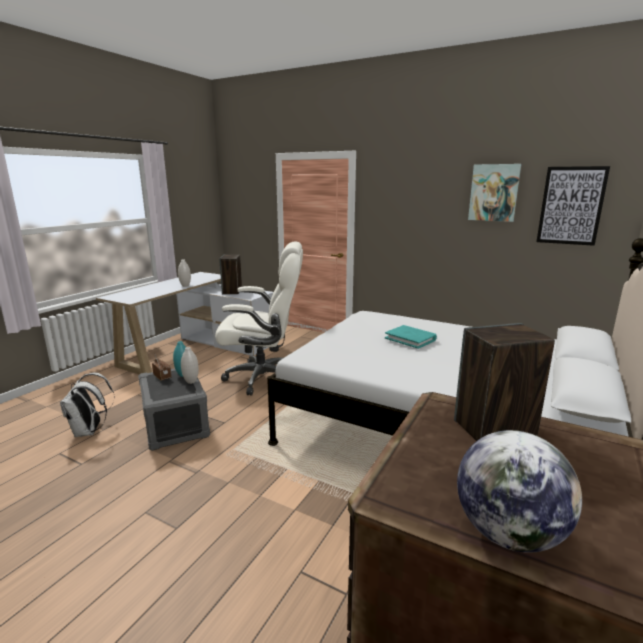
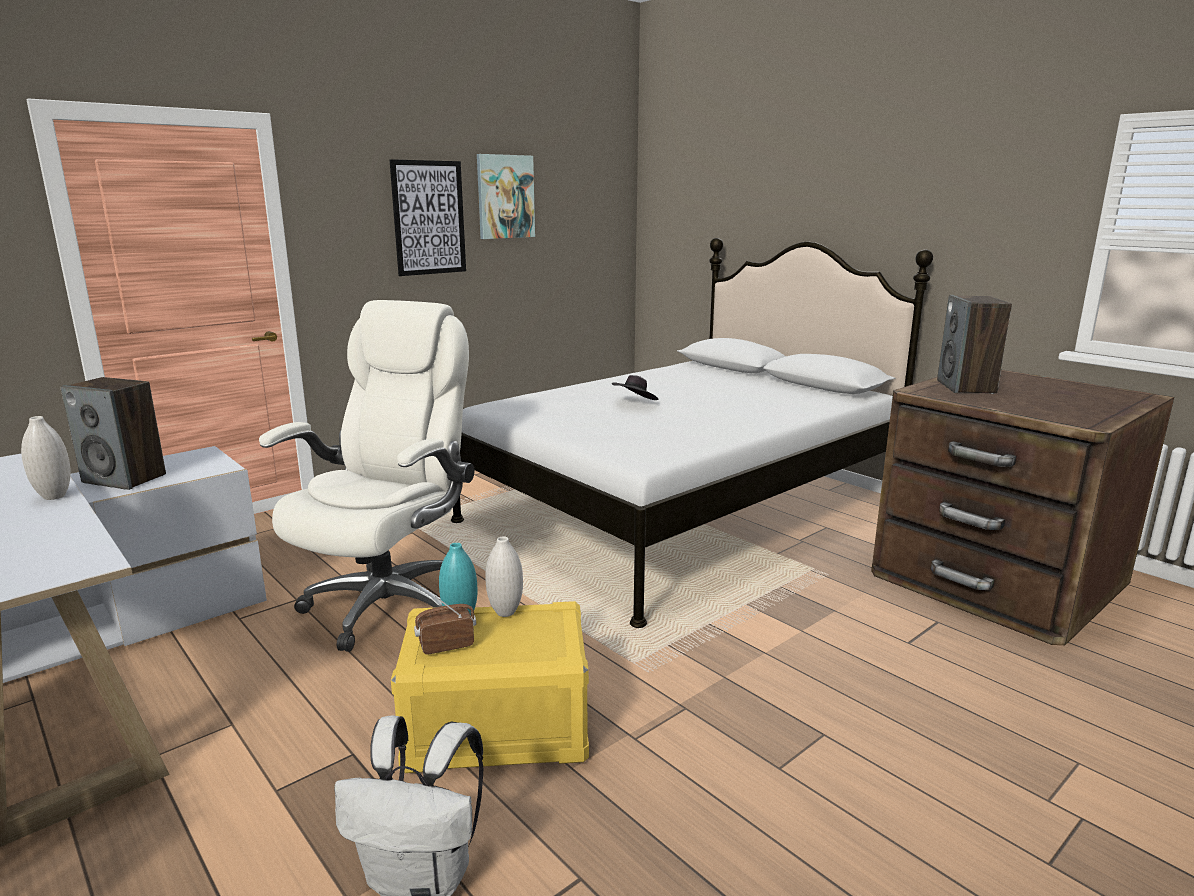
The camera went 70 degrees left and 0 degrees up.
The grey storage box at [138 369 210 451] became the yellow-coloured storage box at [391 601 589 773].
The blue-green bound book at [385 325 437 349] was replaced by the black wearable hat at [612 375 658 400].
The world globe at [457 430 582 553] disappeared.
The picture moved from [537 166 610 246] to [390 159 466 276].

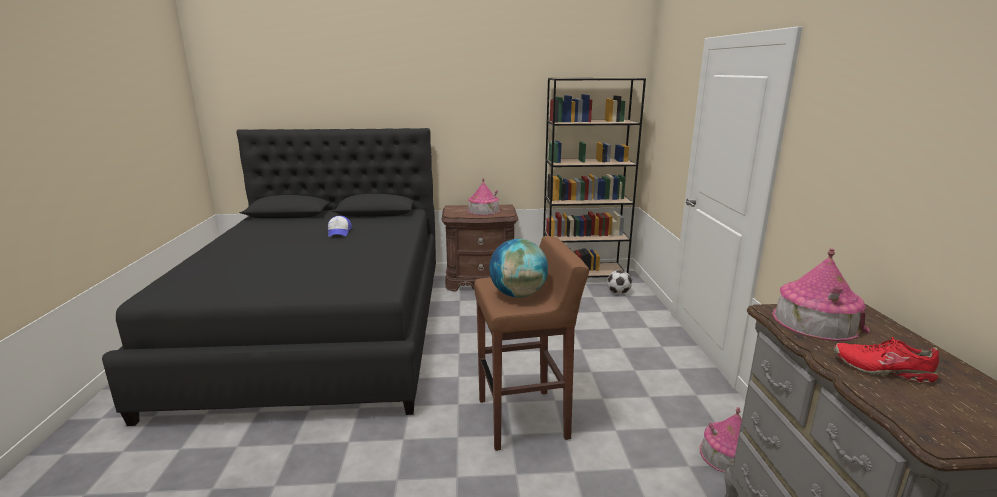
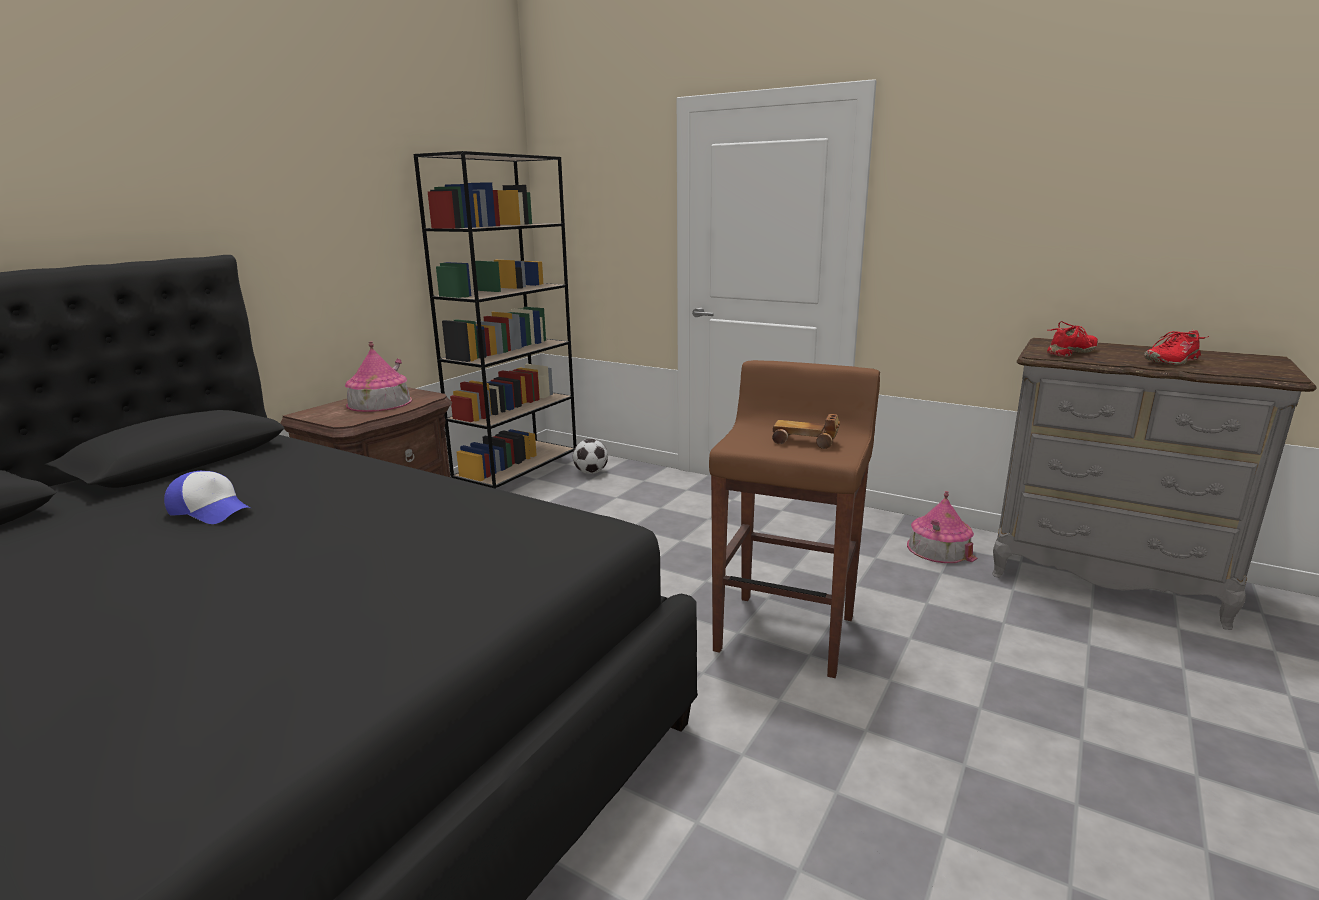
The camera went 55 degrees left and 0 degrees up.
The world globe at [489 239 548 298] was replaced by the model car at [772 414 840 449].
The model house at [772 248 870 341] was replaced by the red shoe at [1047 321 1098 357].

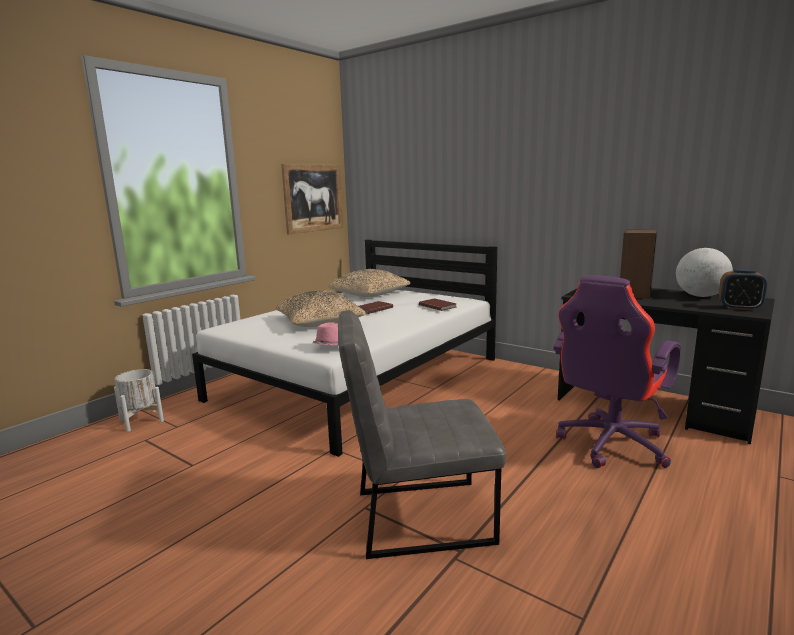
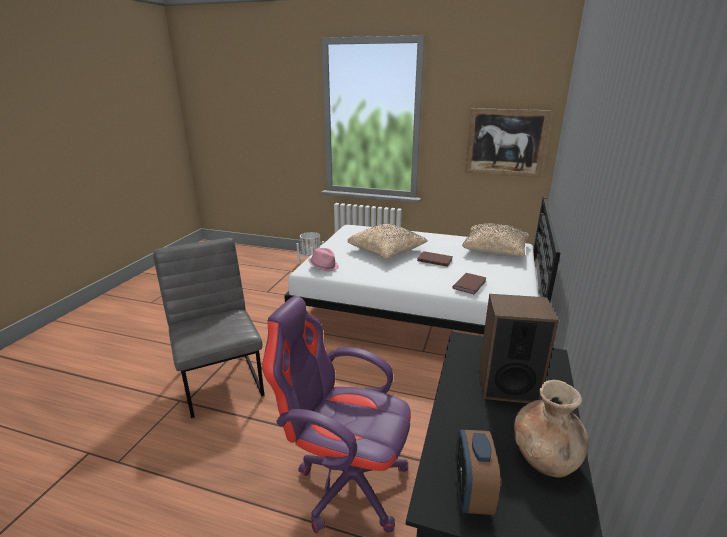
The camera went 70 degrees right and 10 degrees up.
The world globe at [676 248 733 297] was replaced by the brownish decorative vase at [514 380 589 478].

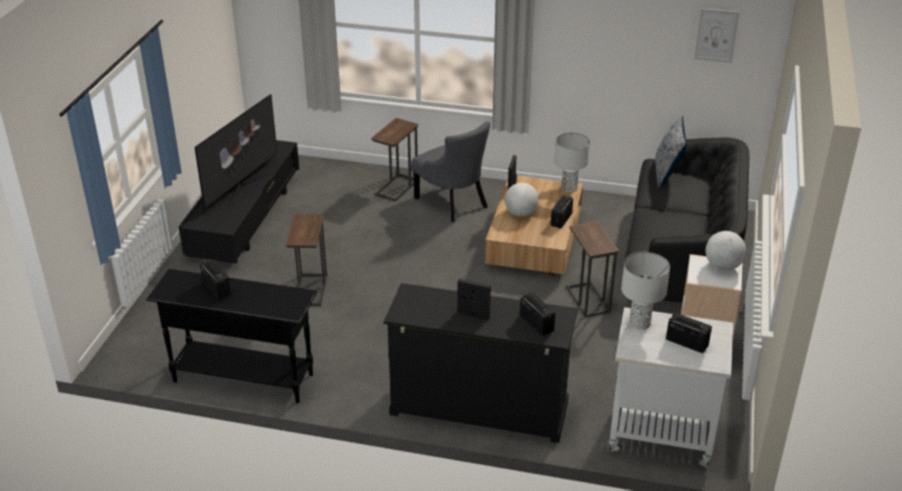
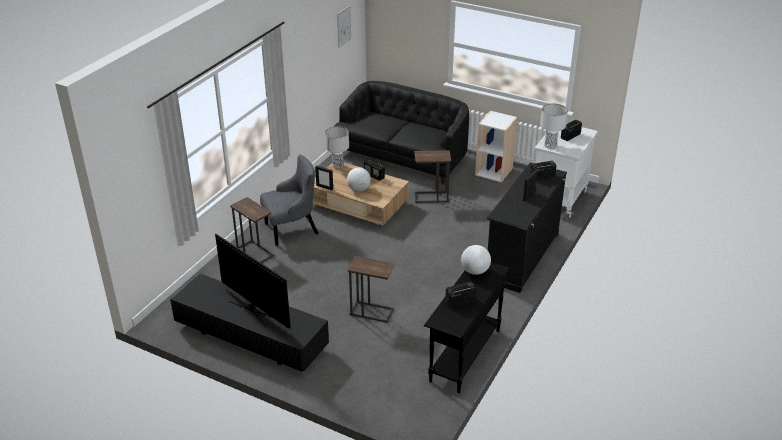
The camera went 75 degrees left and 0 degrees up.
The pillow at [655 115 686 188] disappeared.
The world globe moved from [706 231 746 271] to [461 245 491 275].

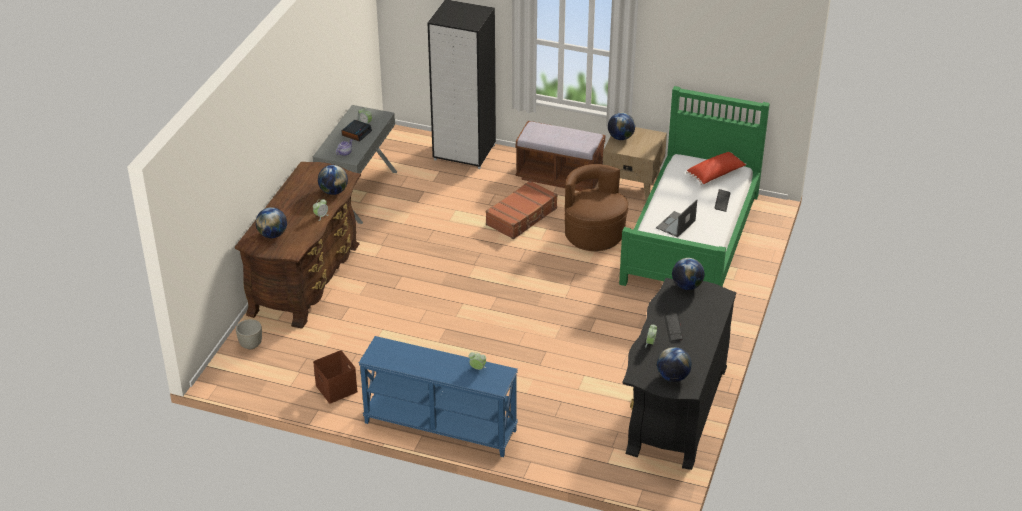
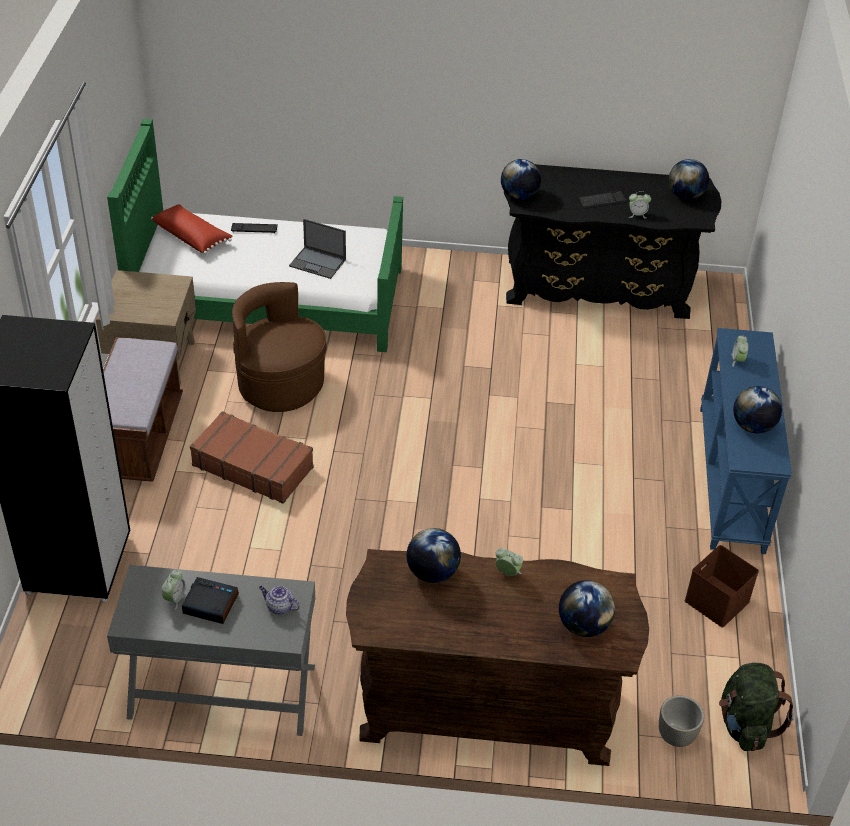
The camera went 105 degrees left and 5 degrees up.
The brownish easy chair at [565 164 628 251] turned 75 degrees clockwise.
The world globe moved from [608 113 635 140] to [733 386 782 434].
The green-coloured knapsack at [719 663 794 751] appeared.

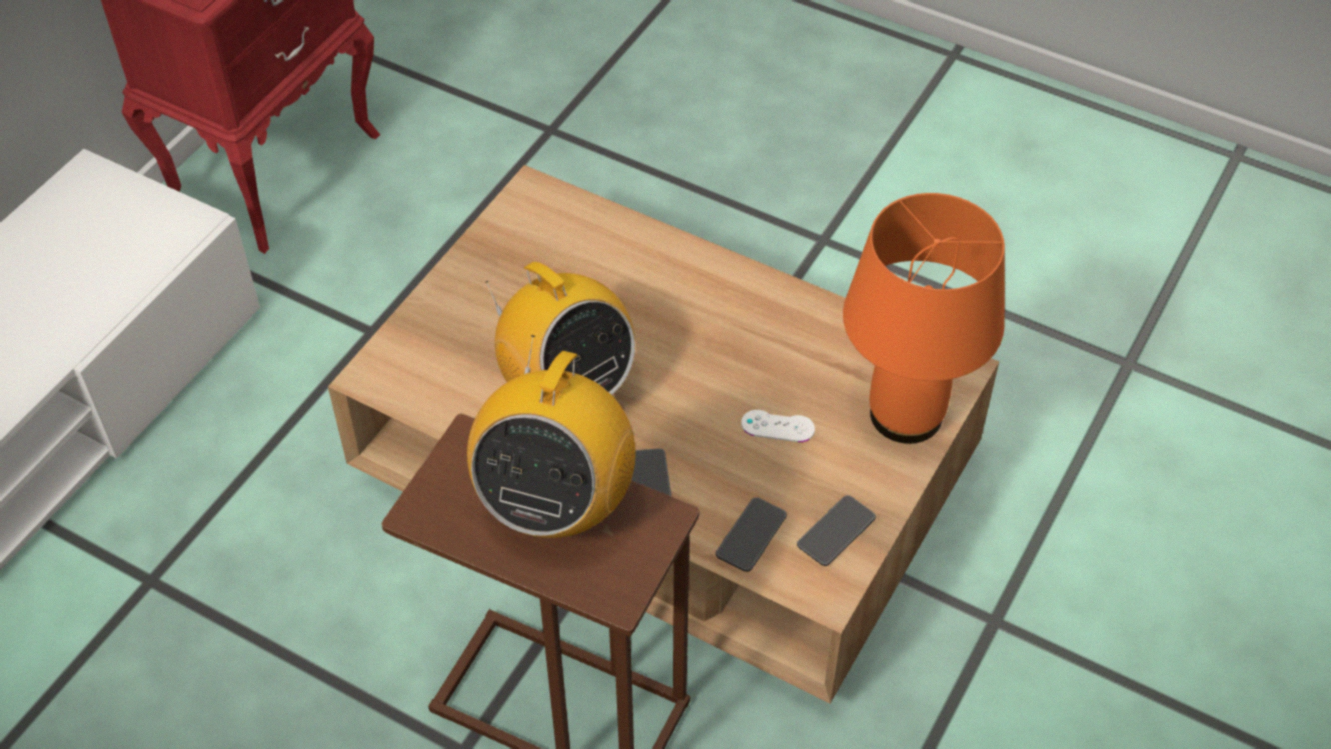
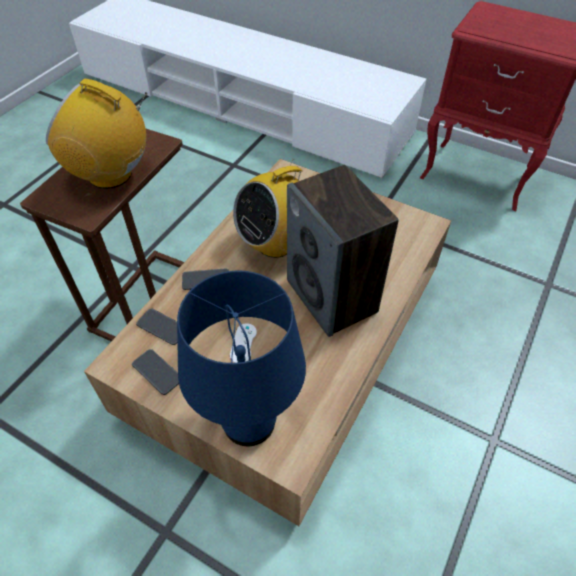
The camera went 90 degrees right and 0 degrees up.
The orange-coloured tabletop lamp at [843 193 1005 444] became the blue-coloured tabletop lamp at [177 270 306 446].
The loudspeaker at [287 165 399 337] appeared.

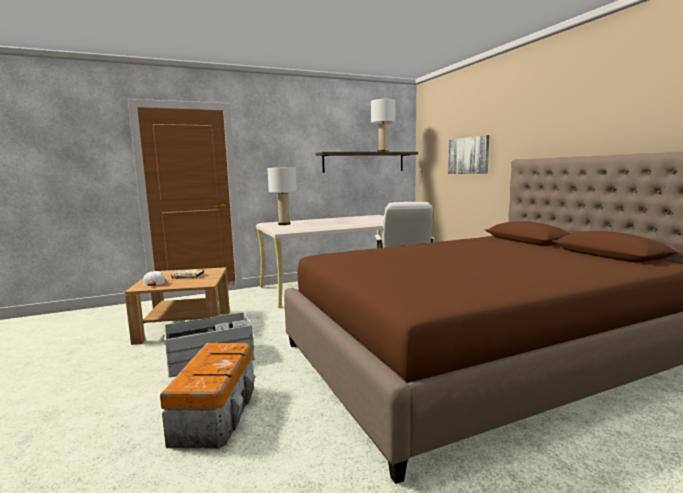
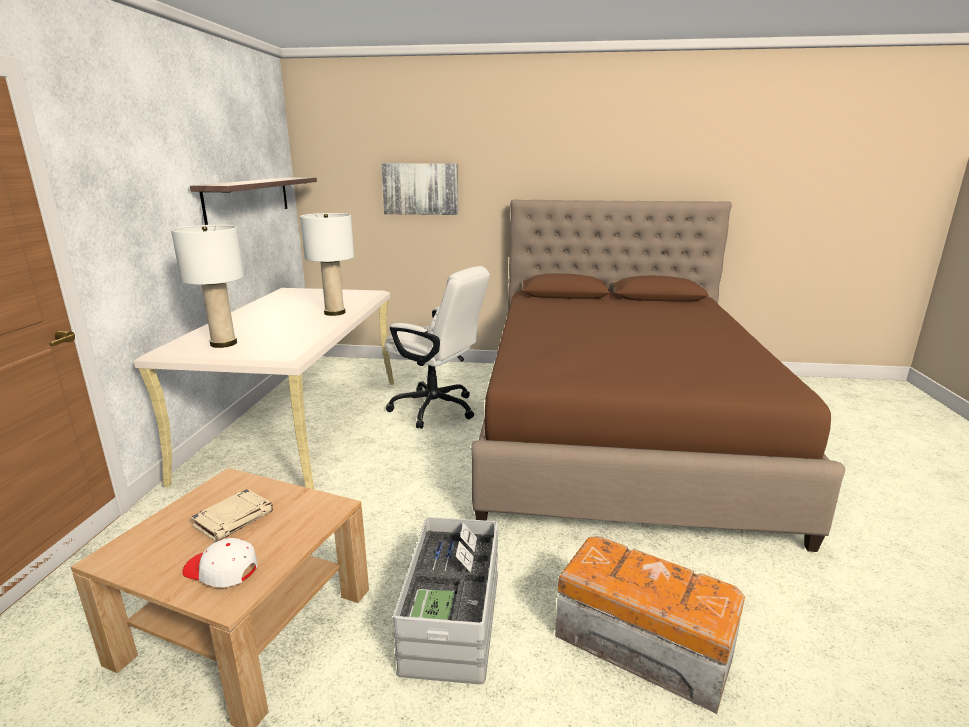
The camera went 60 degrees left and 10 degrees up.
The white tabletop lamp moved from [371 99 395 152] to [300 213 354 316].

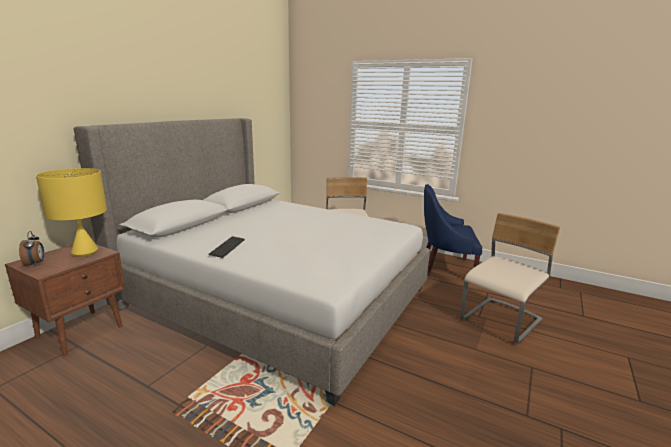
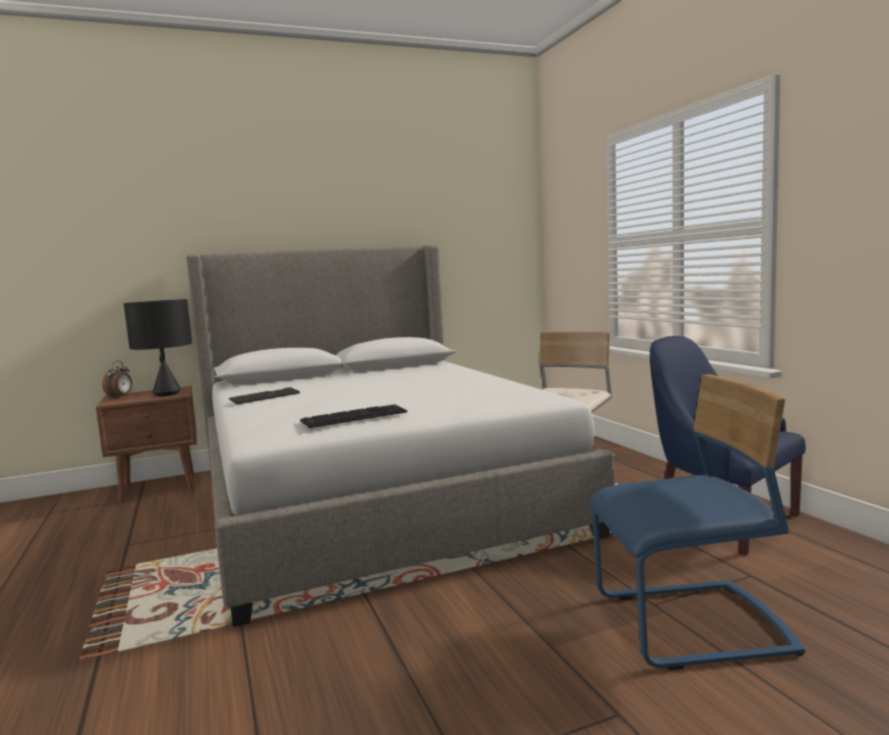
The camera went 40 degrees right and 10 degrees down.
The yellow-coloured tabletop lamp at [36 168 107 257] became the black tabletop lamp at [124 299 192 396].
The sand-coloured plain chair at [460 213 560 344] became the blue-coloured plain chair at [589 374 805 670].
The PC keyboard at [300 404 407 428] appeared.

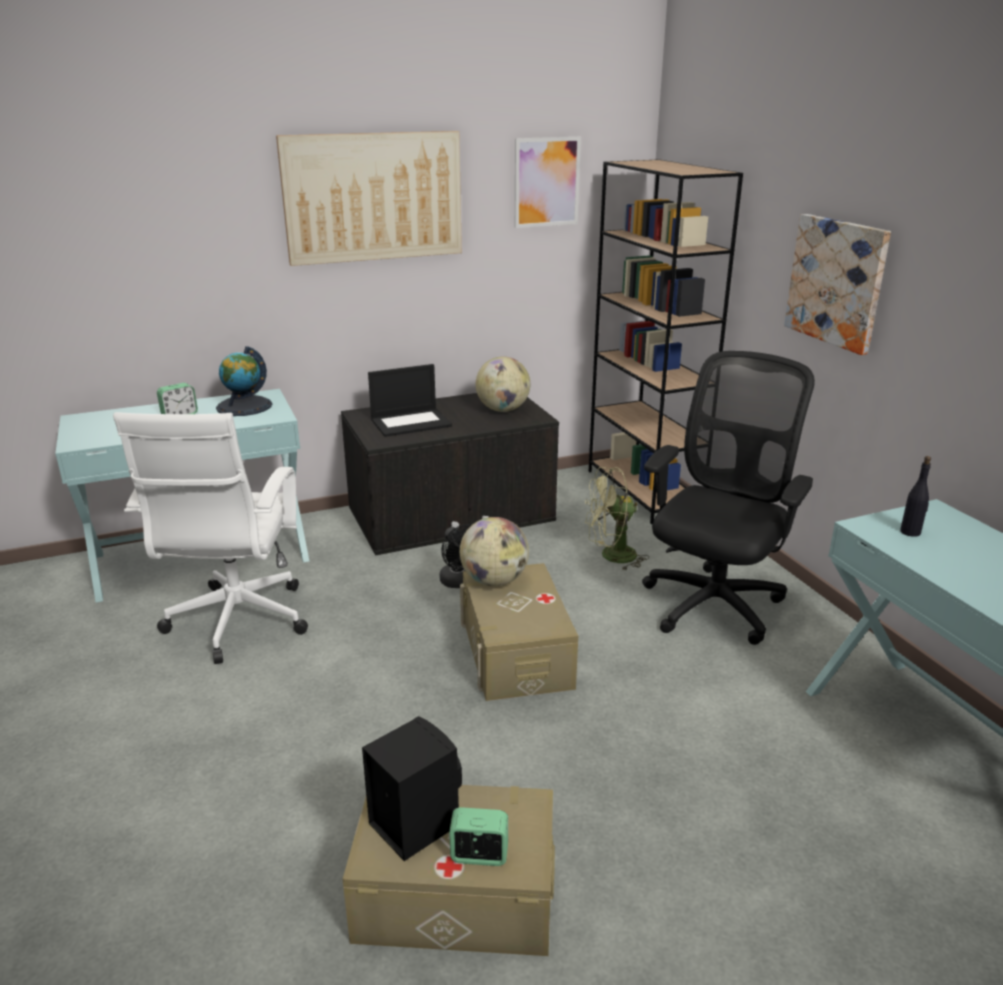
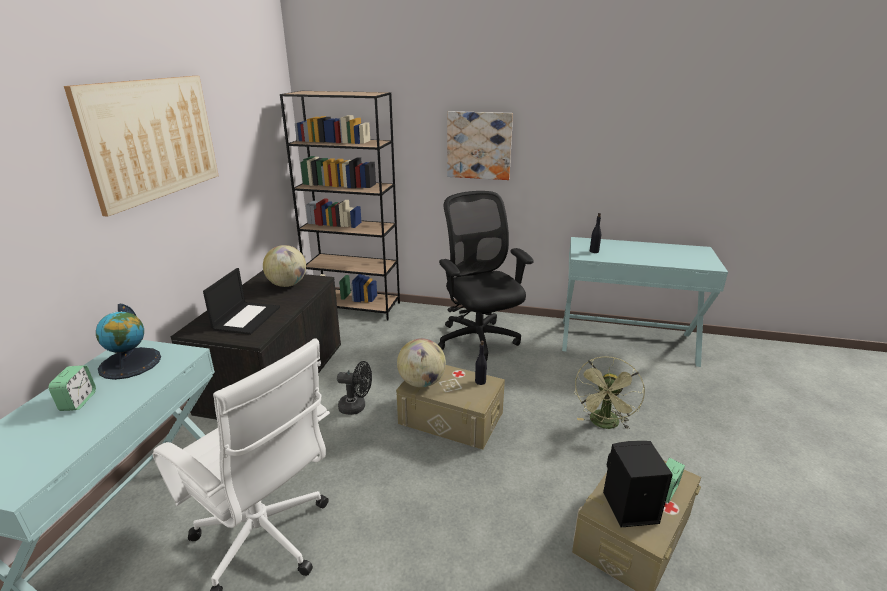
The camera went 55 degrees left and 0 degrees up.
The picture at [515 137 581 228] disappeared.
The green-coloured electric fan moved from [585 467 649 571] to [574 356 645 429].
The black bottle at [475 341 487 385] appeared.

